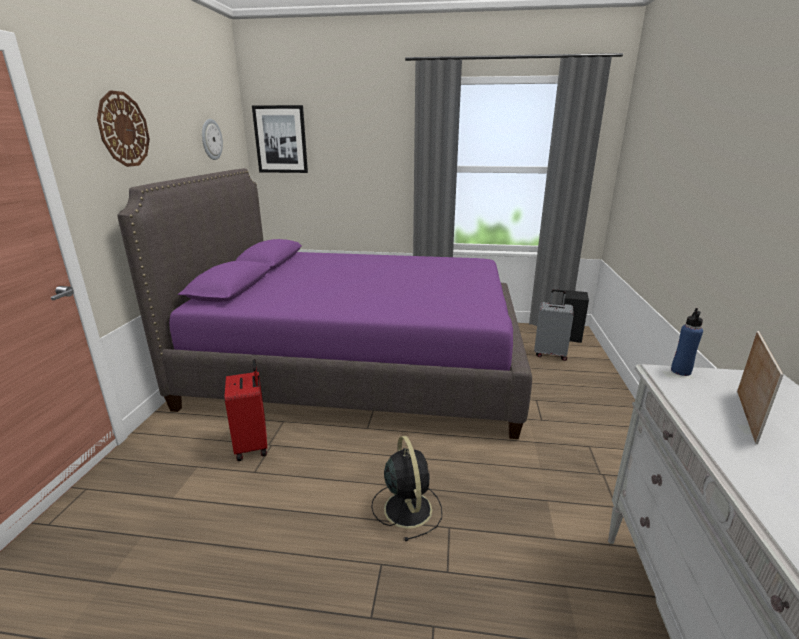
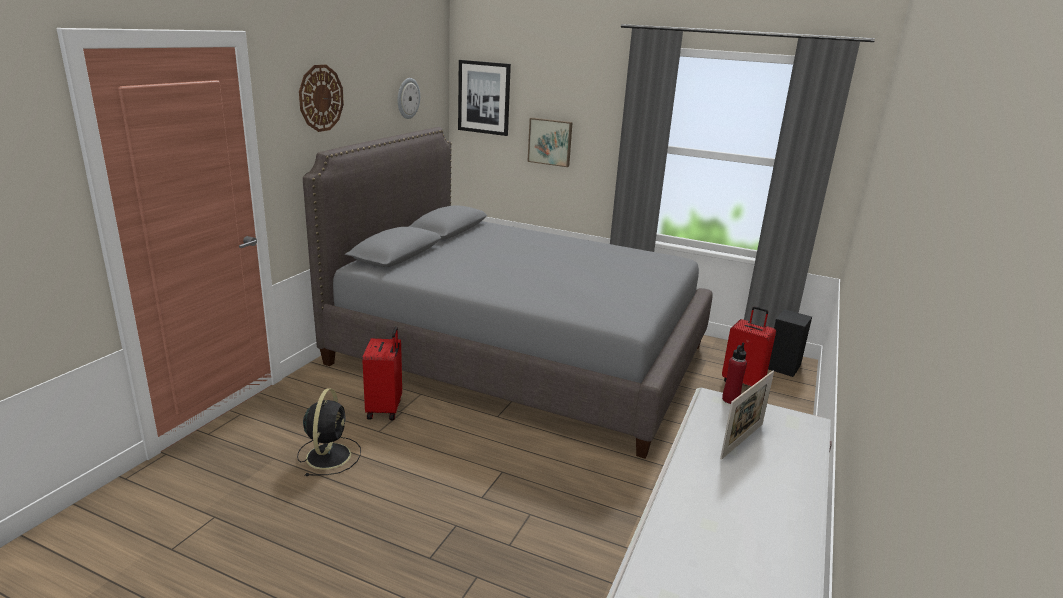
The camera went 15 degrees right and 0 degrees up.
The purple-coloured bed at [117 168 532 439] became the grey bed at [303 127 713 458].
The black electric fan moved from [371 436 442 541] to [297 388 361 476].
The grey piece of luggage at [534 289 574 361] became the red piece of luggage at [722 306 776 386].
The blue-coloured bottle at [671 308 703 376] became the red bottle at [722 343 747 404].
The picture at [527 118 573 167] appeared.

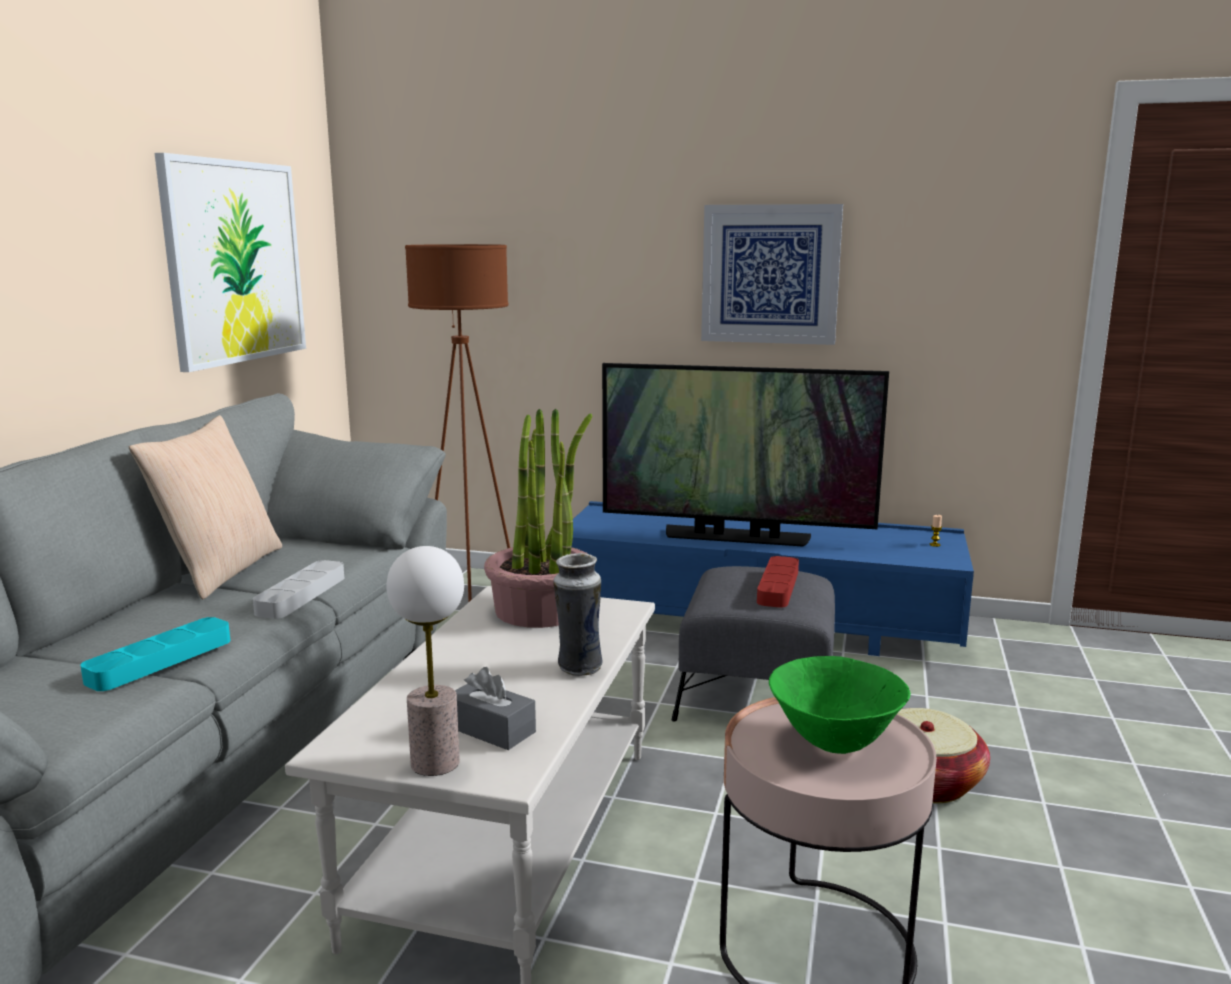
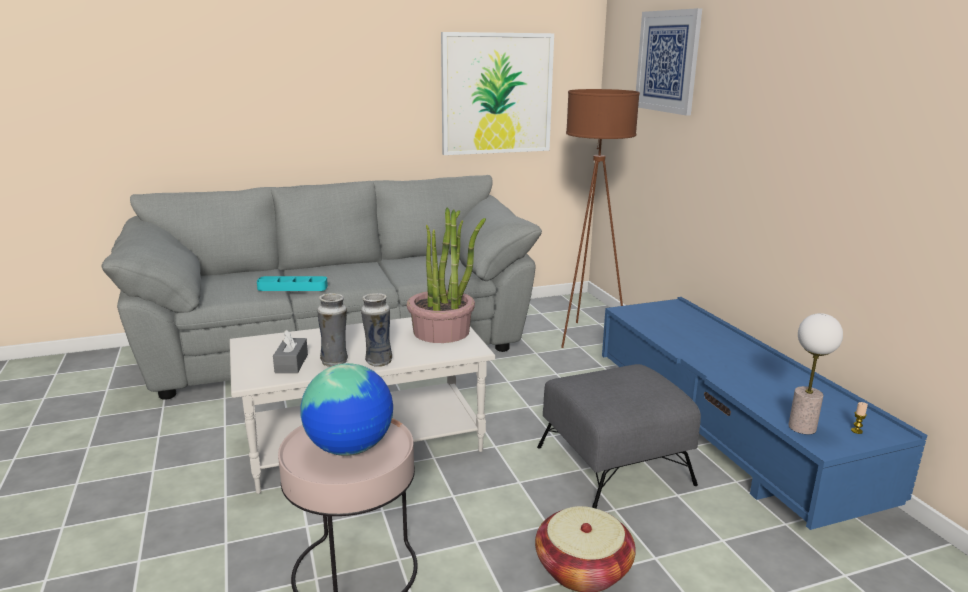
The camera went 55 degrees right and 5 degrees up.
The sand-coloured pillow at [129 415 282 599] disappeared.
The grey carrying tray at [253 560 344 619] disappeared.
The tabletop lamp moved from [386 546 464 776] to [788 313 843 434].
The TV set at [602 363 889 547] disappeared.
The picture moved from [701 204 843 345] to [636 8 702 116].
The red carrying tray at [757 556 799 608] disappeared.
The green-coloured deep dish at [769 656 911 754] was replaced by the world globe at [300 363 393 456].
The decorative vase at [317 293 348 367] appeared.

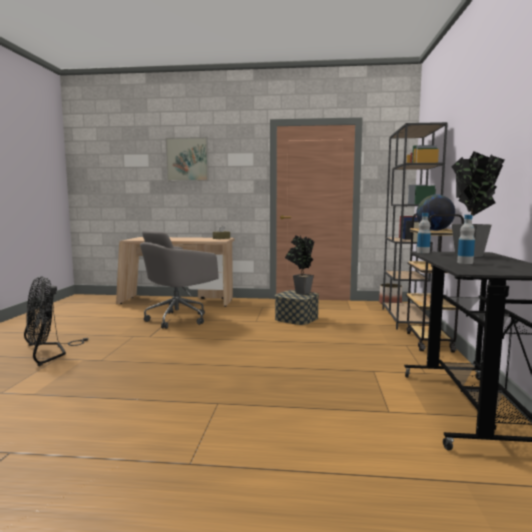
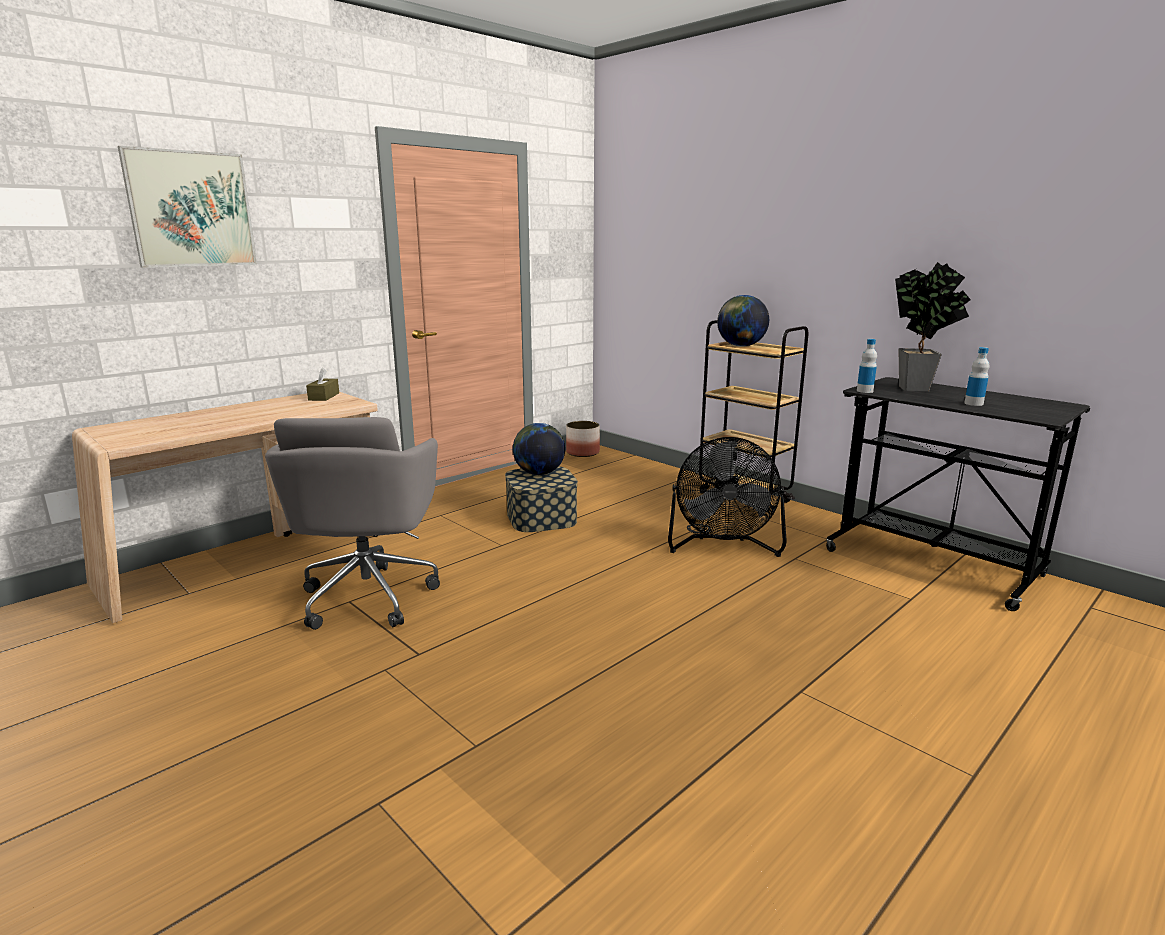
The camera went 50 degrees left and 10 degrees up.
The black electric fan moved from [24 276 89 366] to [668 437 787 557].
The potted plant at [285 235 314 295] was replaced by the world globe at [513 423 565 475].
The bookshelf at [382 122 448 330] disappeared.

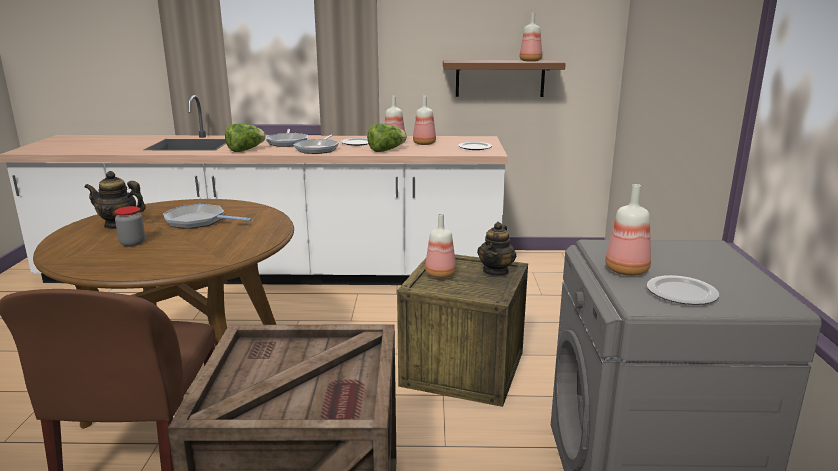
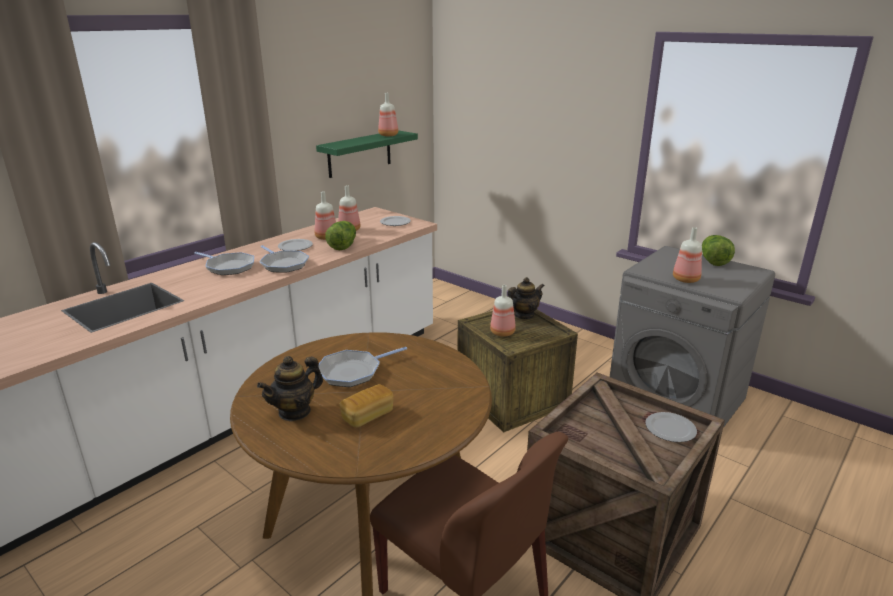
The camera went 50 degrees left and 5 degrees up.
The storage jar at [115 206 145 247] was replaced by the bakery bread at [339 384 393 427].
The lettuce head moved from [225 124 266 152] to [702 235 735 266].
The brownish wall shelf at [443 60 566 97] became the green-coloured wall shelf at [316 130 418 178].
The teapot at [477 222 516 277] turned 90 degrees counterclockwise.
The dinner plate moved from [647 275 719 305] to [645 412 697 442].

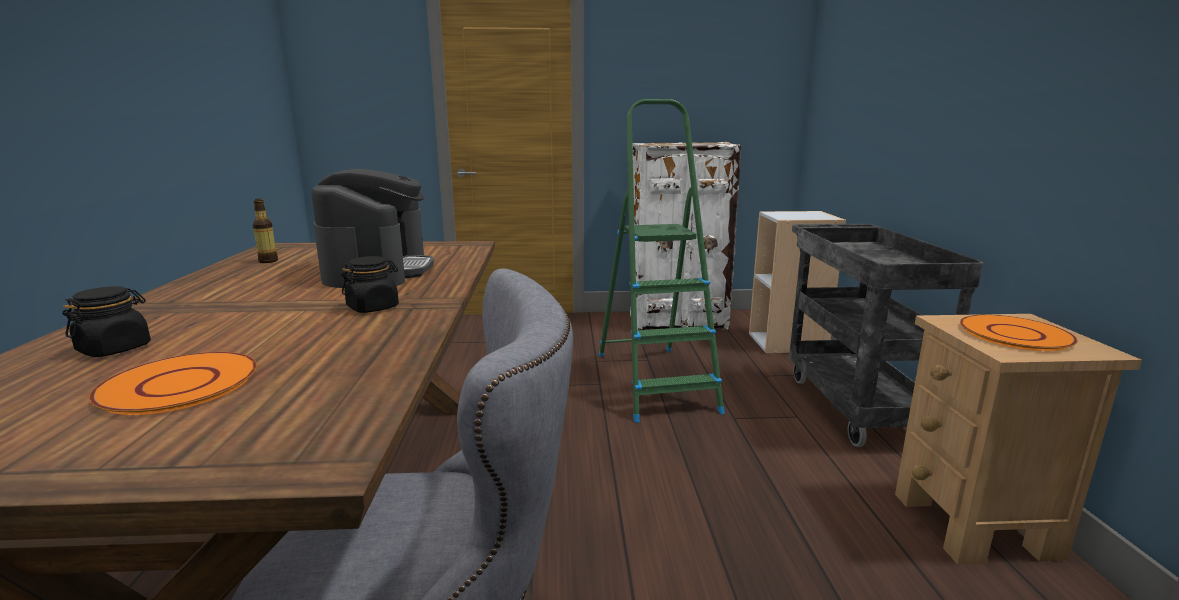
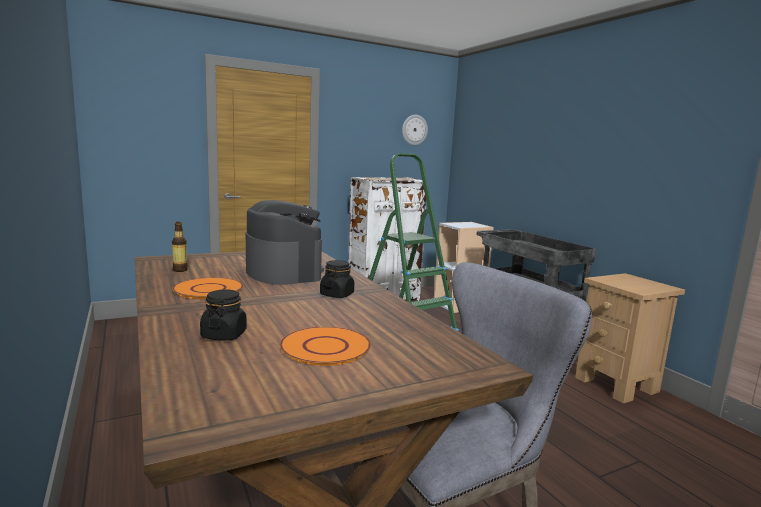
The camera went 25 degrees left and 5 degrees down.
The orange-coloured dinner plate moved from [960 315 1078 351] to [172 278 243 299].
The hanging clock at [402 115 428 145] appeared.

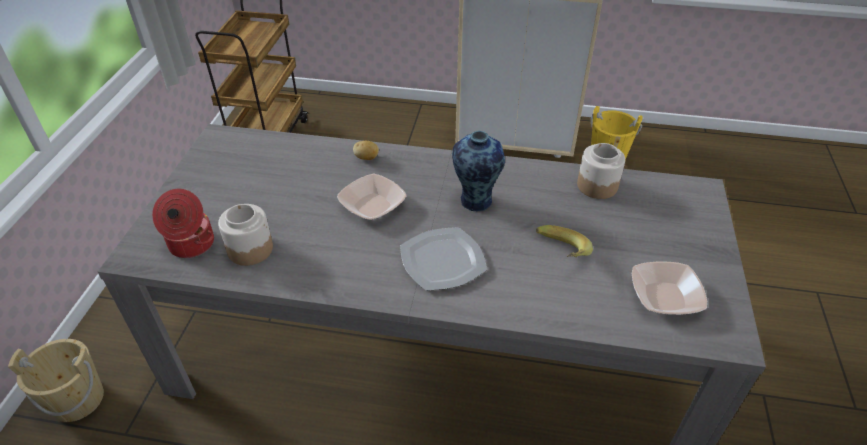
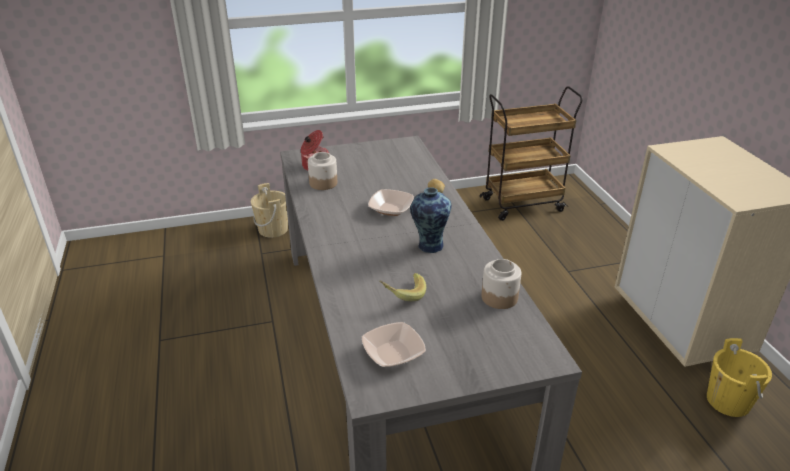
The camera went 65 degrees right and 10 degrees down.
The dinner plate at [400 227 487 291] disappeared.

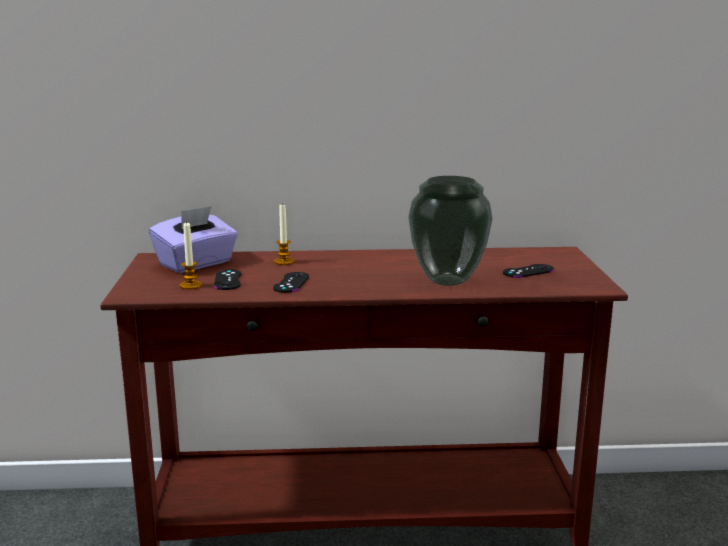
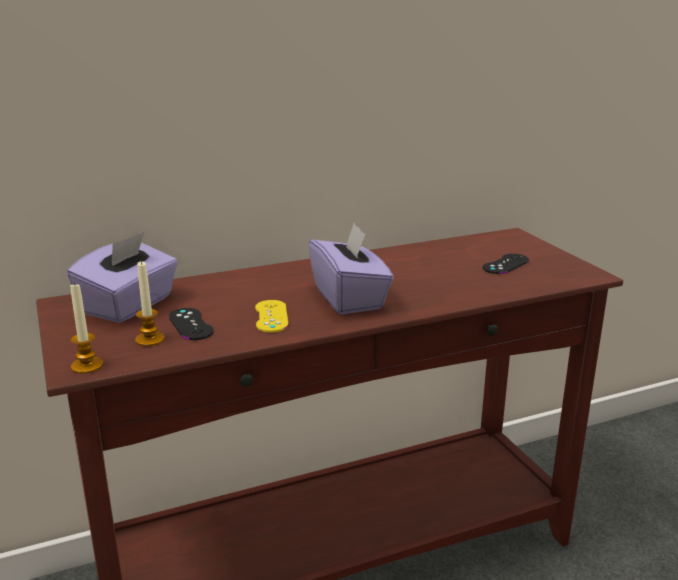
The camera went 20 degrees left and 5 degrees up.
The black game controller at [273 272 310 293] became the yellow-coloured game controller at [255 300 289 333].
The candle moved from [274 203 294 265] to [70 282 103 374].
The decorative vase at [408 176 493 286] disappeared.
The purple-coloured box of tissues at [308 223 394 315] appeared.

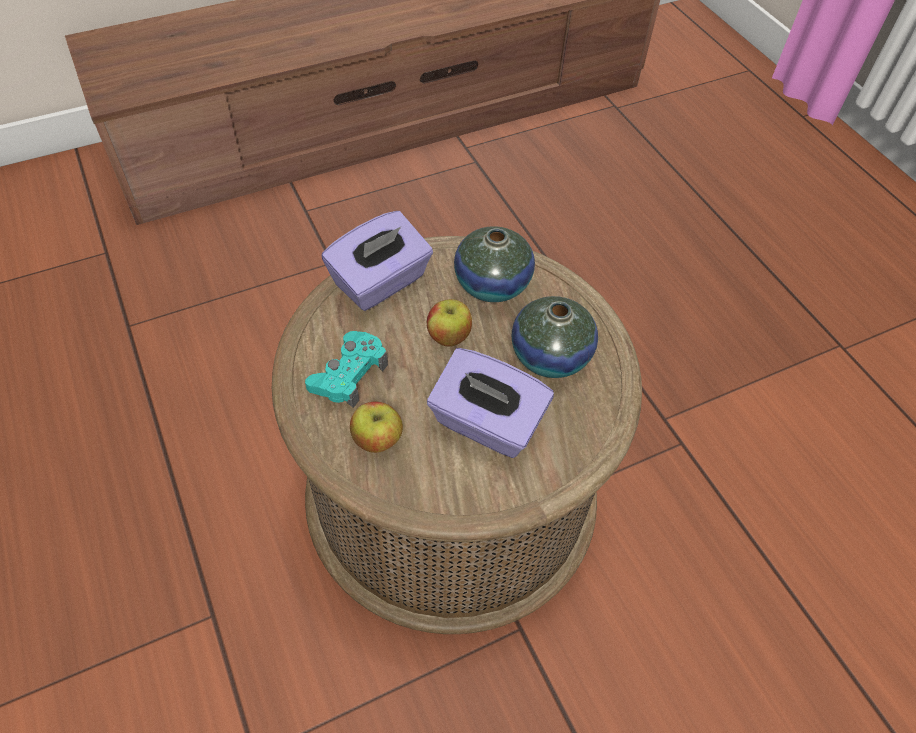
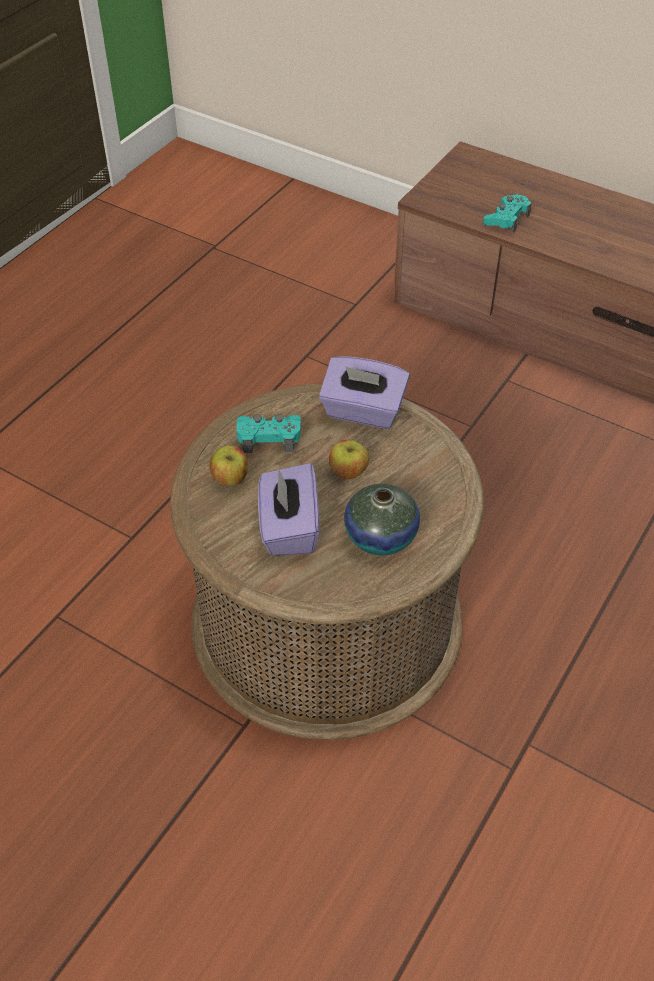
The camera went 60 degrees right and 5 degrees down.
The decorative vase at [454 226 535 302] disappeared.
The blue-green game controller at [483 194 531 233] appeared.

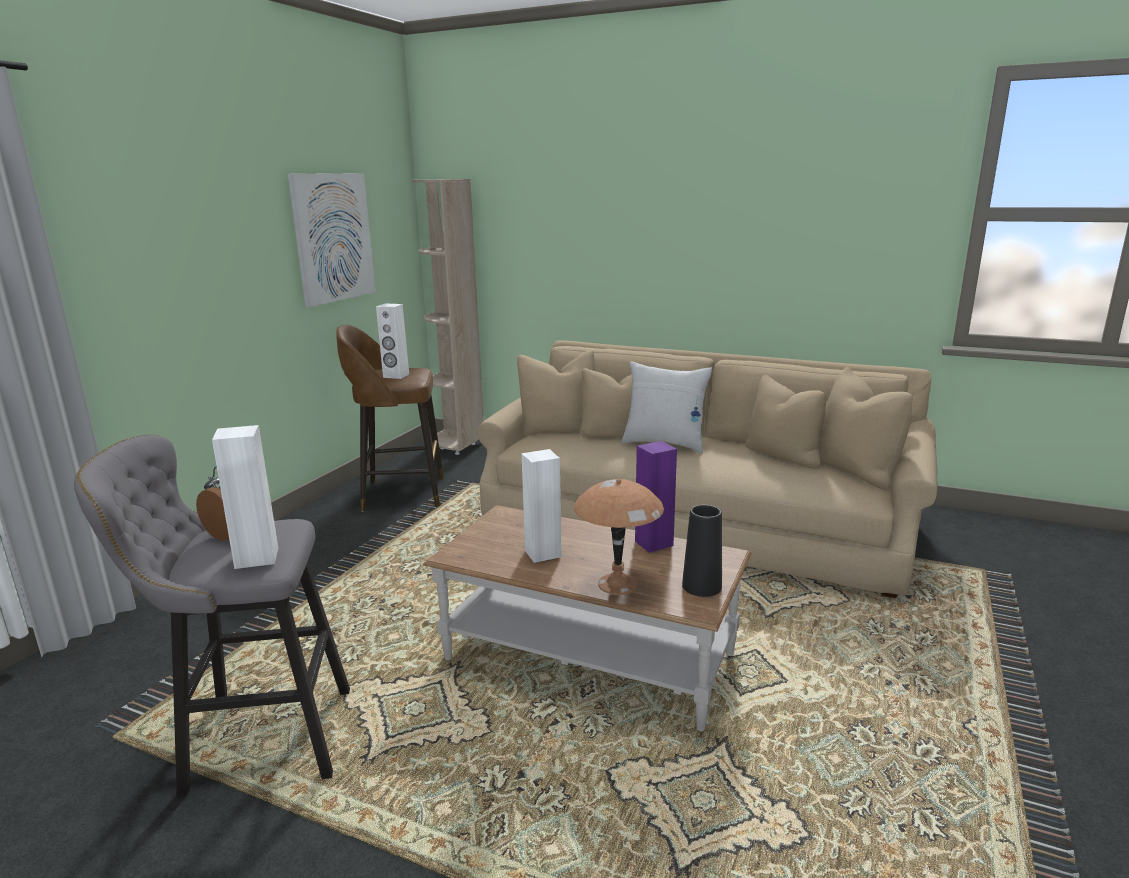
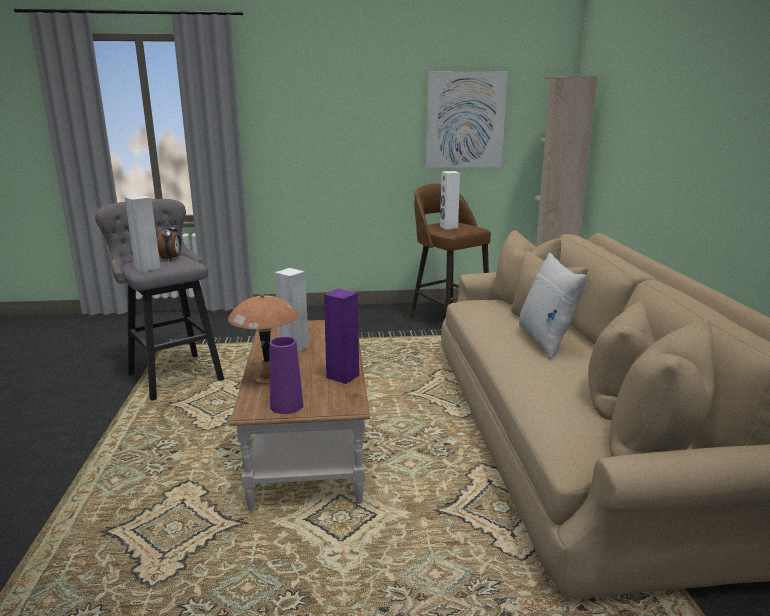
The camera went 60 degrees right and 0 degrees up.
The black decorative vase at [682 505 722 597] became the purple-coloured decorative vase at [269 337 303 414].

